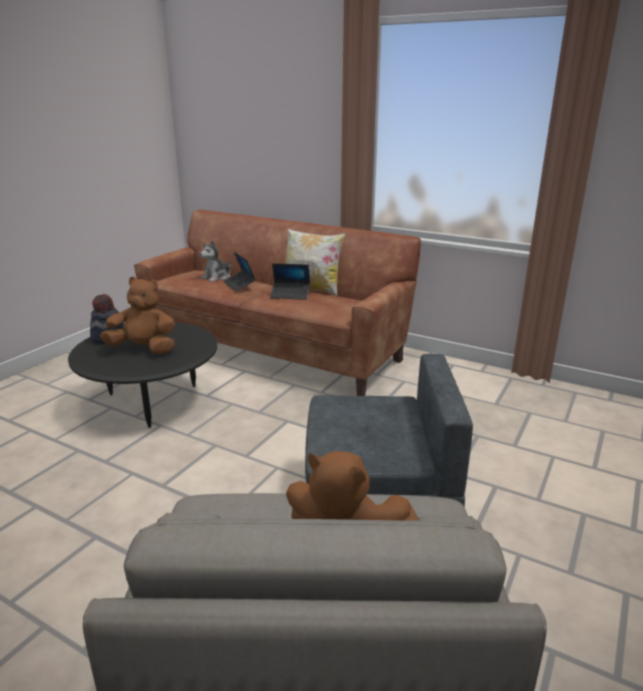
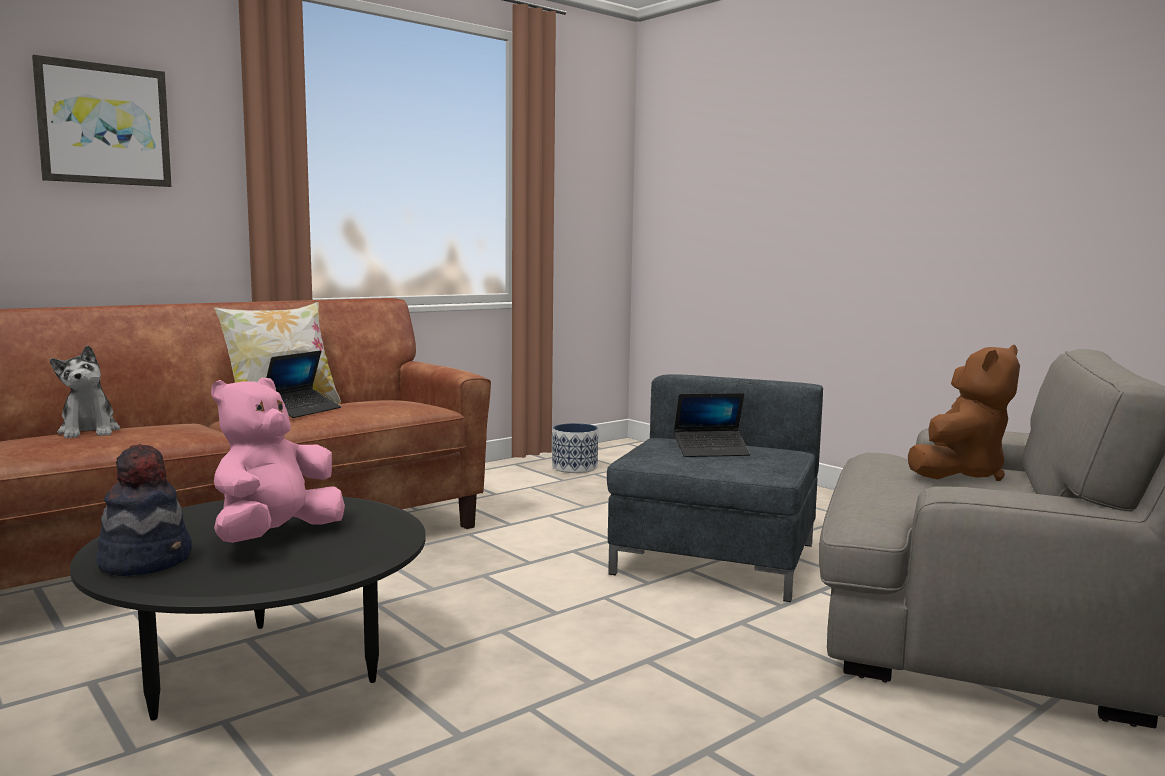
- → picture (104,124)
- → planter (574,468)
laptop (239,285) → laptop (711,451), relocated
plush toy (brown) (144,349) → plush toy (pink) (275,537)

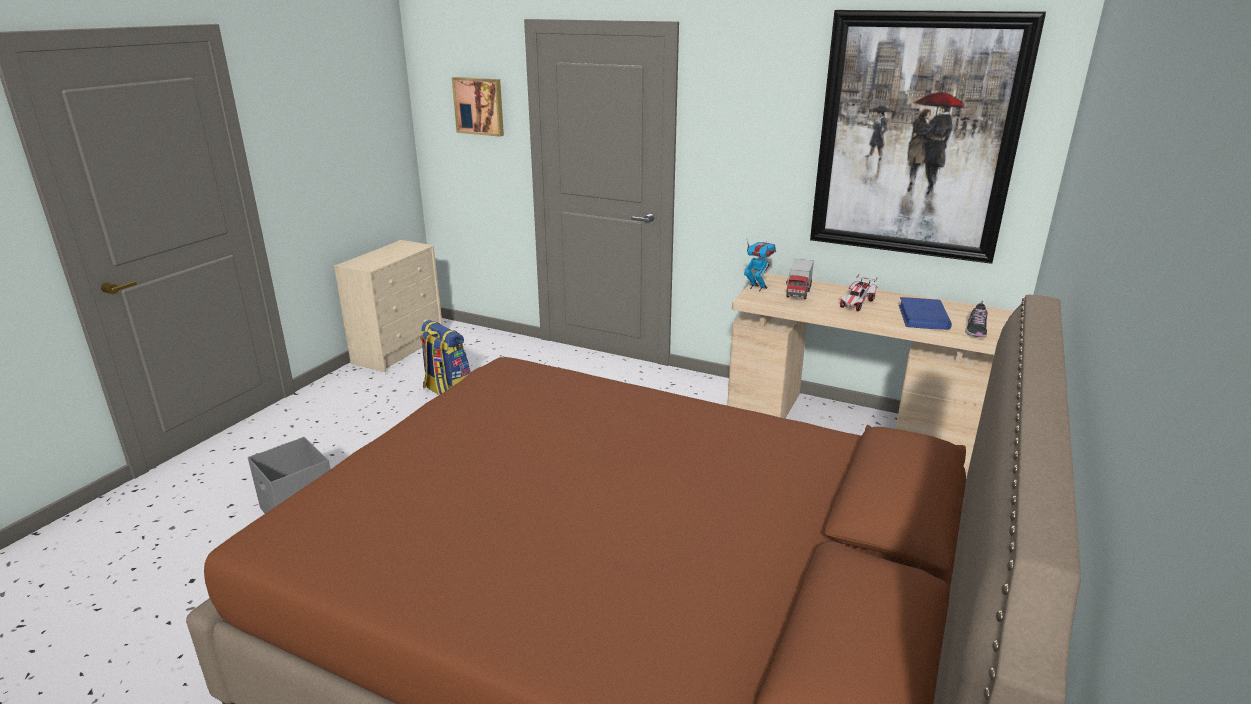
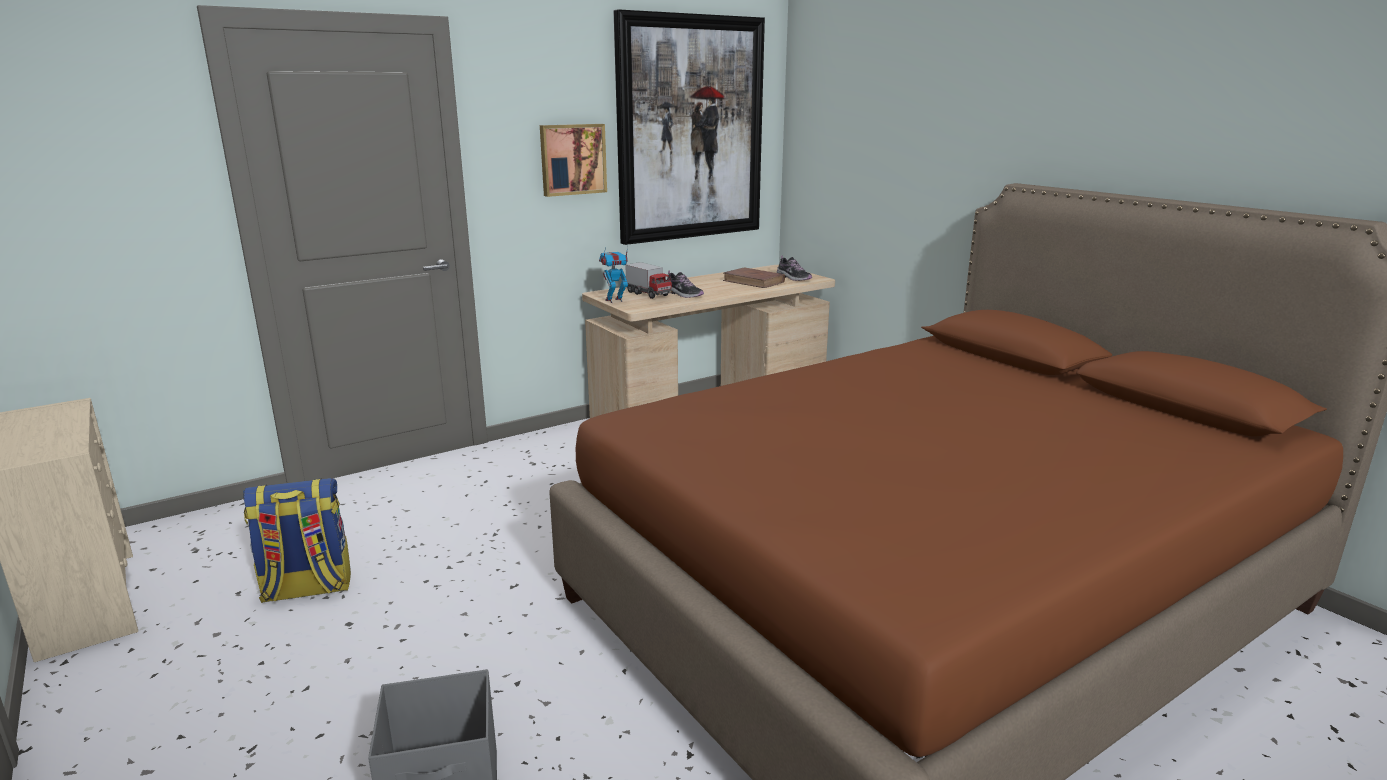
toy car (856,304) → -
- → shoe (683,294)
picture (479,106) → picture (572,159), relocated
book (blue) (923,317) → book (brown) (754,281)

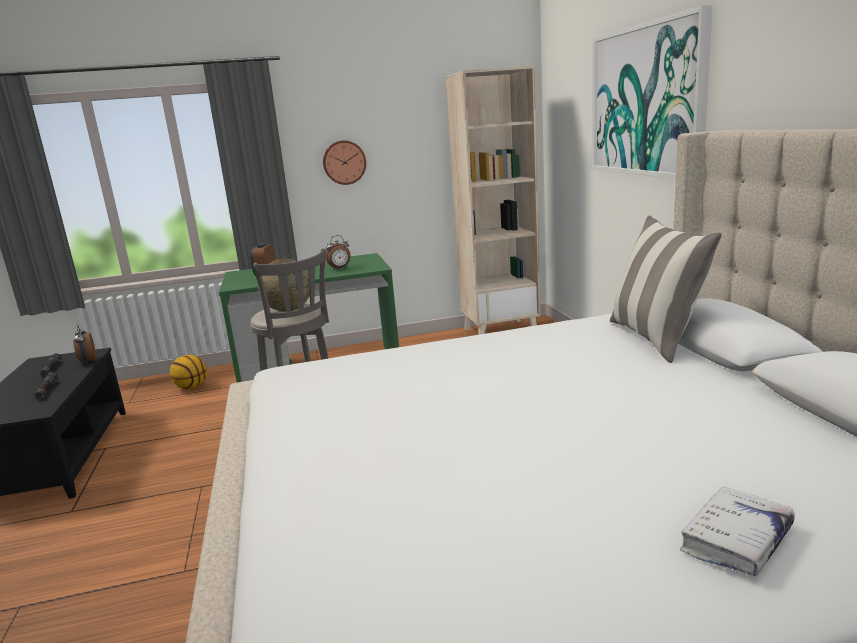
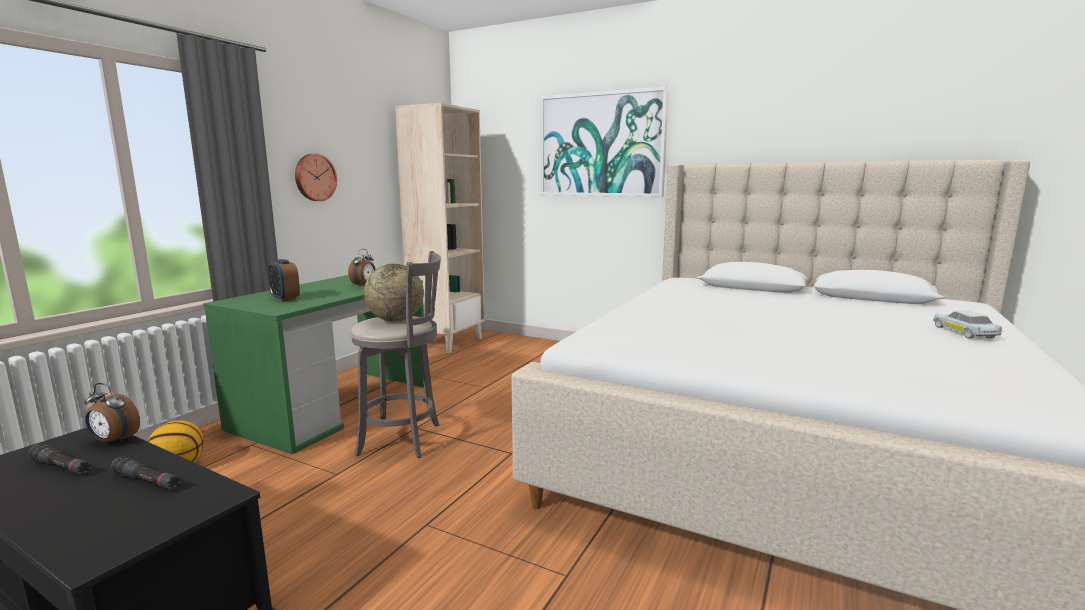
pillow (656,339) → -
book (white) (736,540) → toy car (white) (964,332)

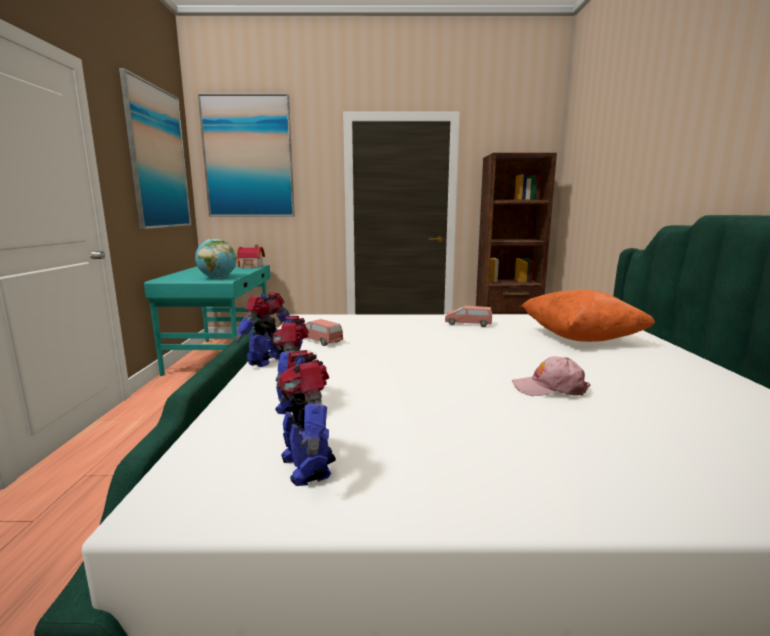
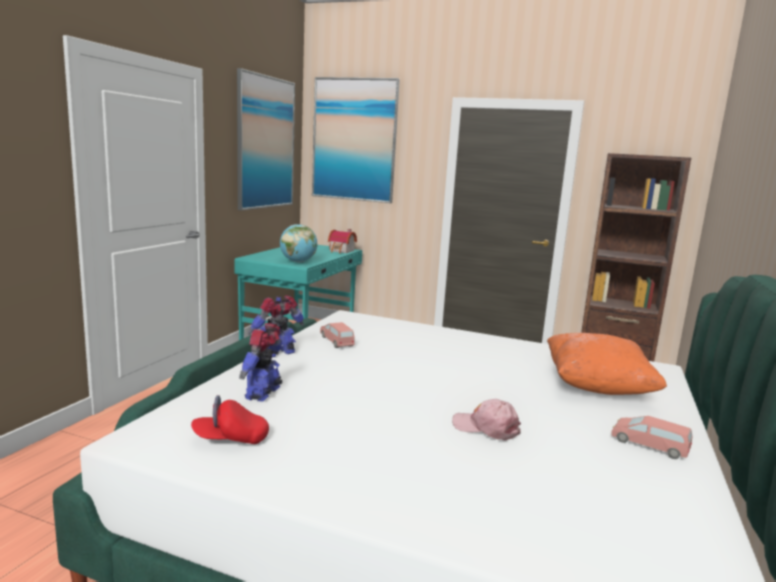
toy car (pink) (468,324) → toy car (pink) (649,445), relocated
toy robot (307,466) → cap (red) (231,439)

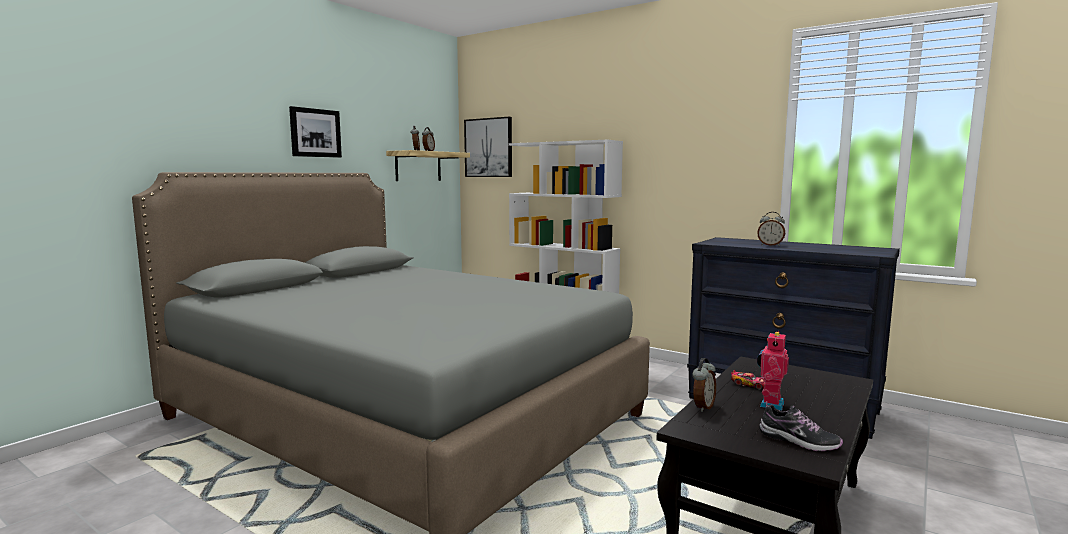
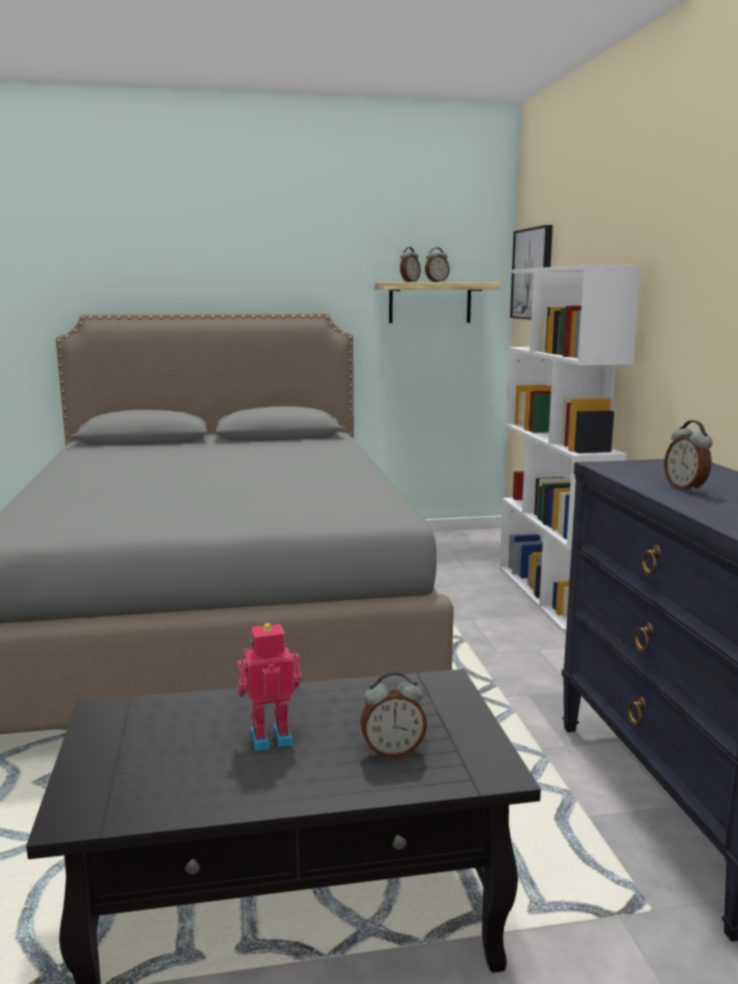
picture (315,133) → -
toy car (749,385) → -
shoe (798,441) → -
alarm clock (702,407) → alarm clock (392,751), relocated

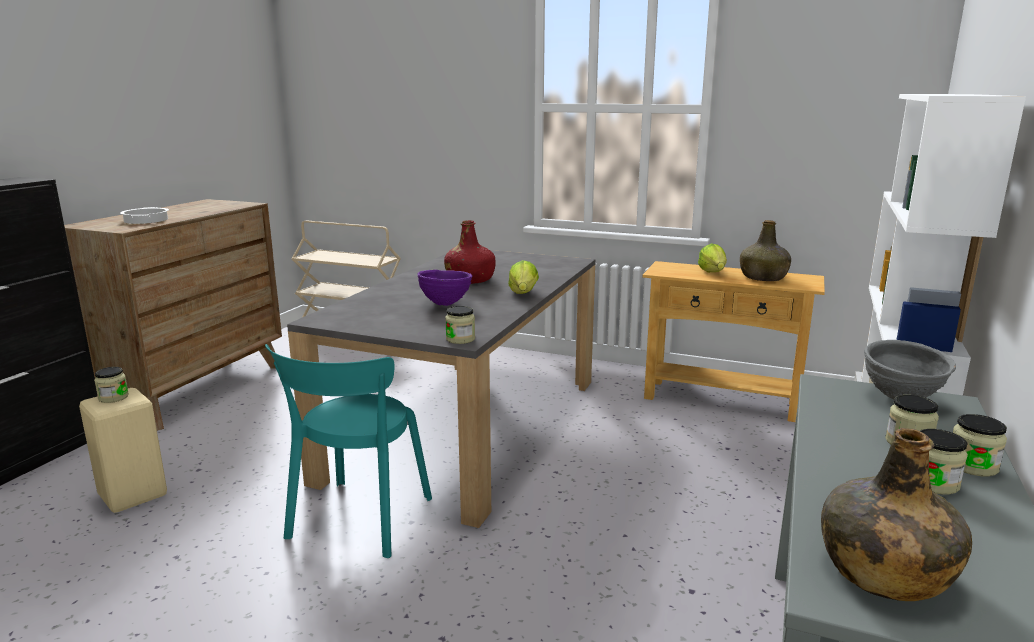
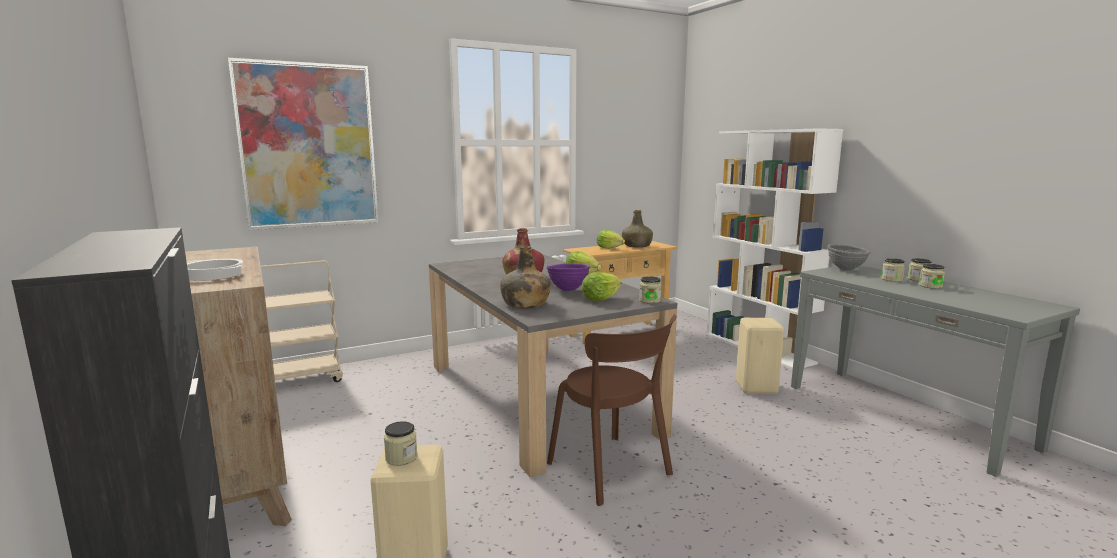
- → picture (308,146)
- → lettuce (600,299)
- → stool (beige) (757,387)
bottle (green) (883,571) → bottle (green) (525,304), relocated
chair (turquoise) (358,521) → chair (brown) (612,471)

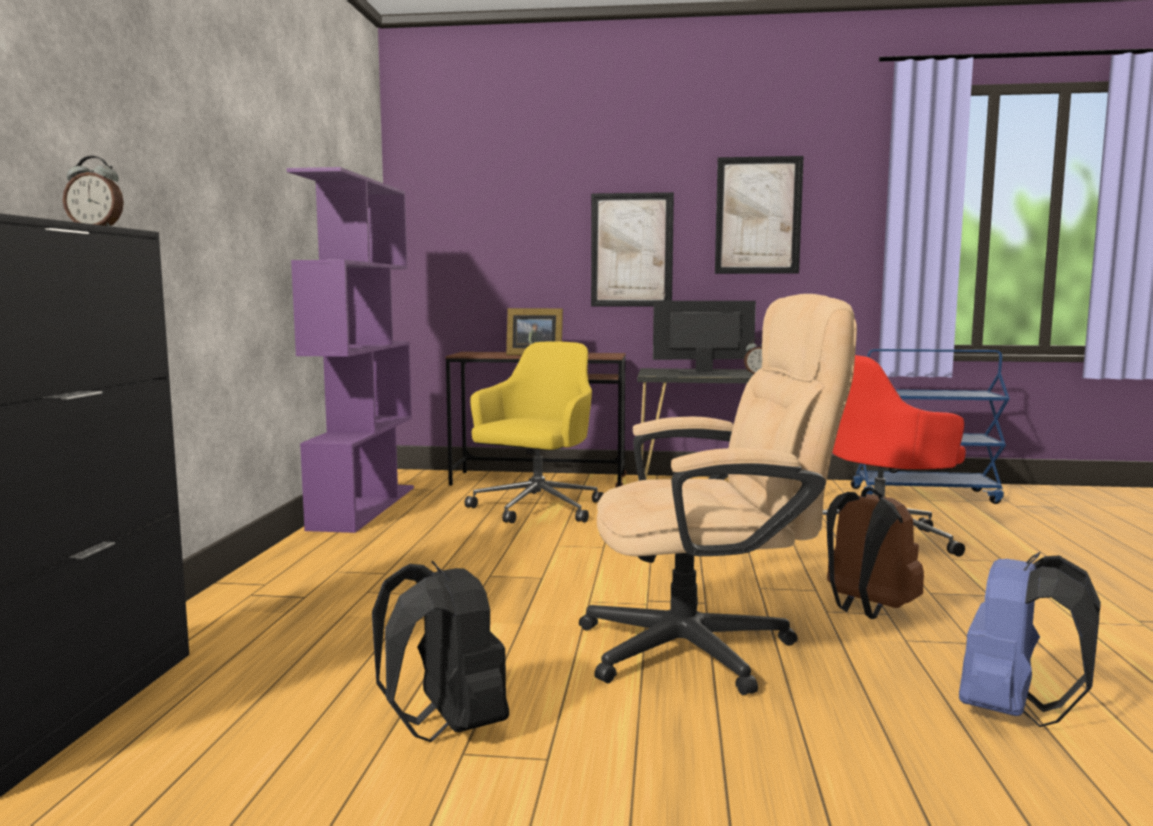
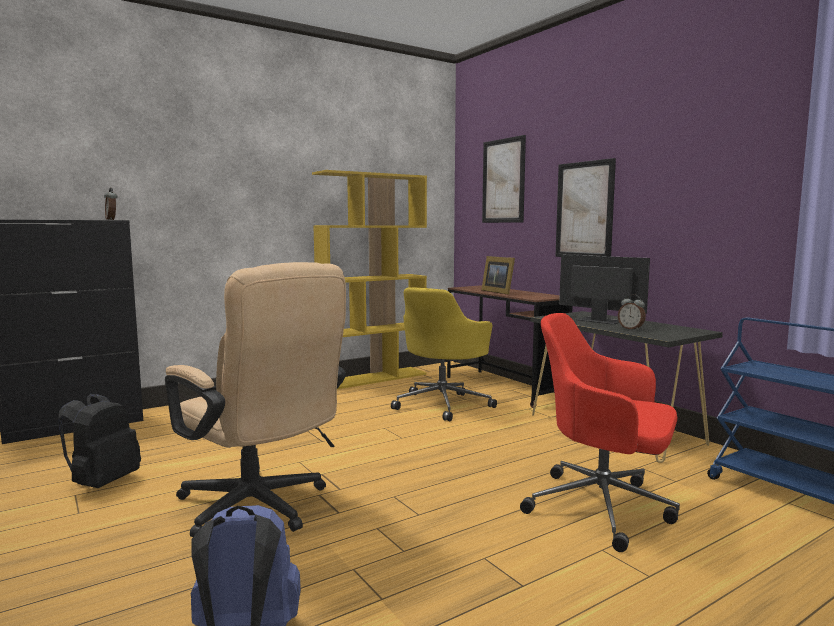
backpack (brown) (866,610) → -
picture (758,215) → picture (503,181), relocated
bookcase (purple) (363,507) → bookcase (yellow) (373,378)
office chair (yellow) (536,509) → office chair (yellow) (443,404), 135 degrees clockwise

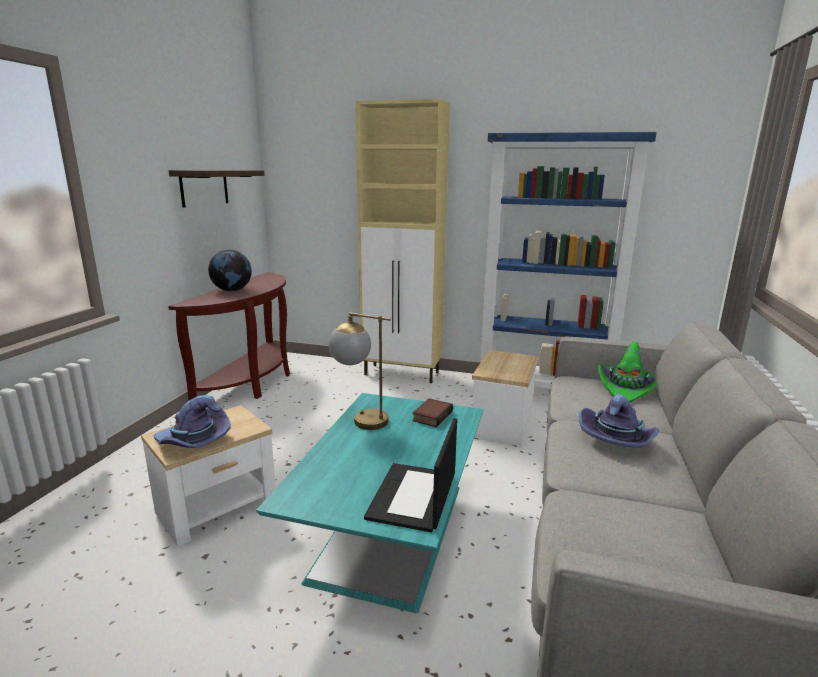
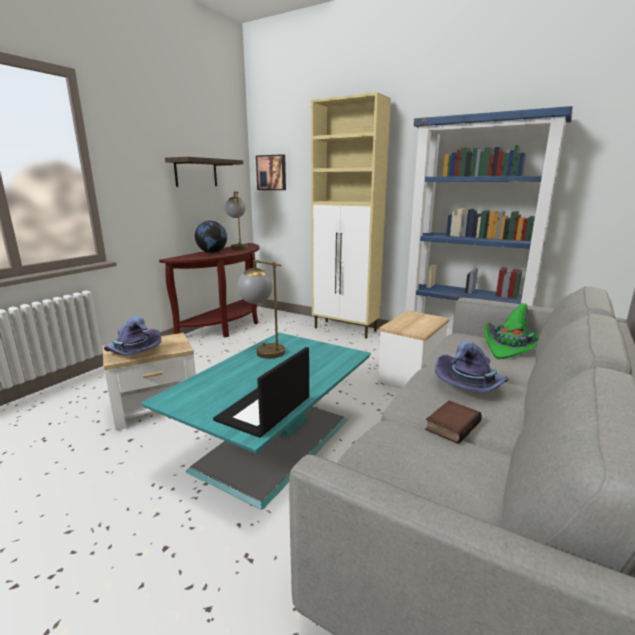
- → table lamp (238,247)
- → picture (272,172)
book (431,416) → book (451,425), relocated

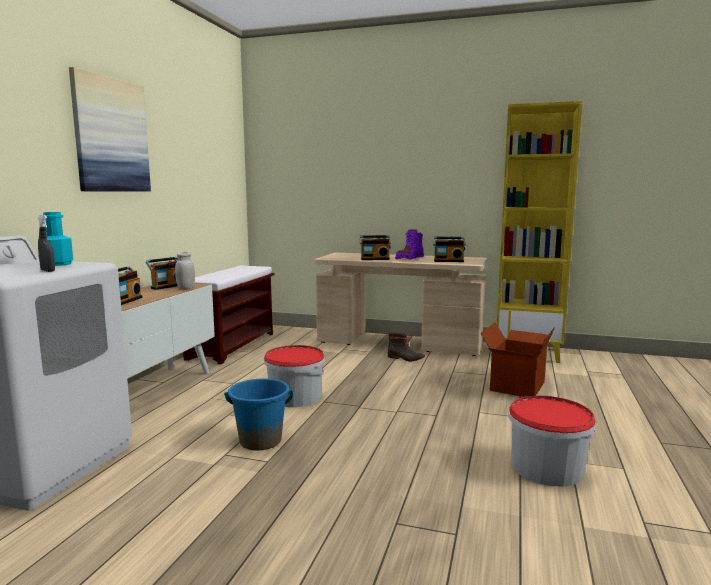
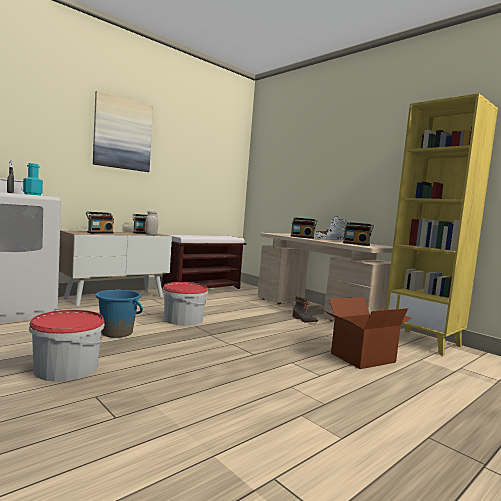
bucket (547,468) → bucket (66,368), relocated
boot (purple) (409,259) → boot (white) (330,240)

